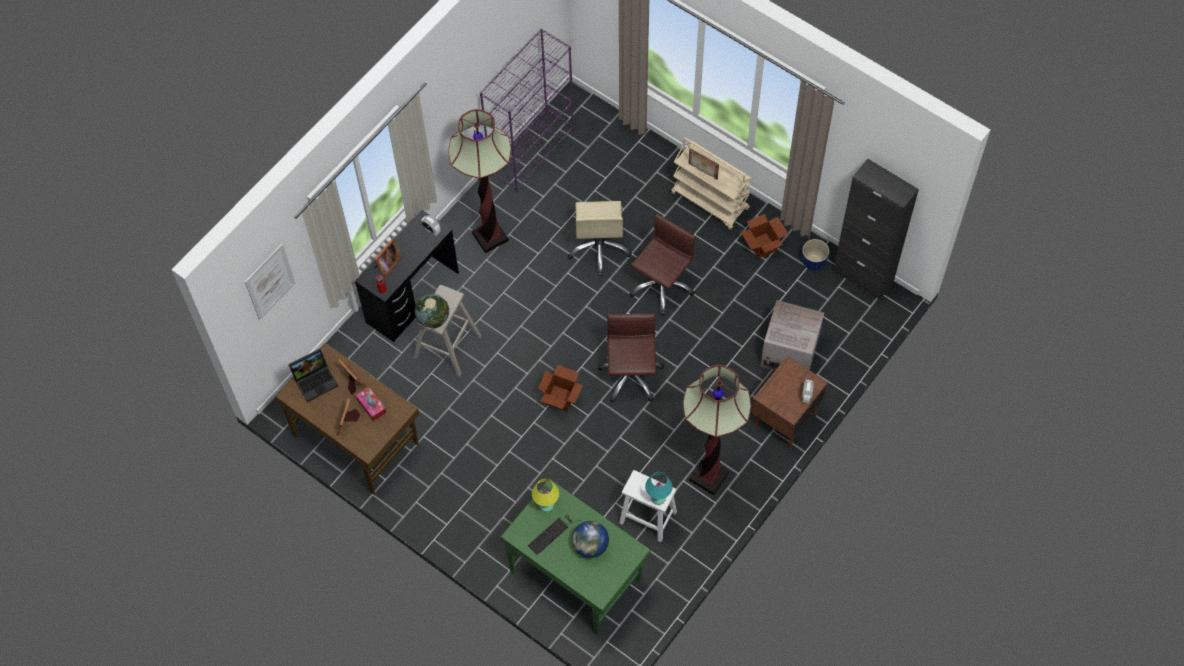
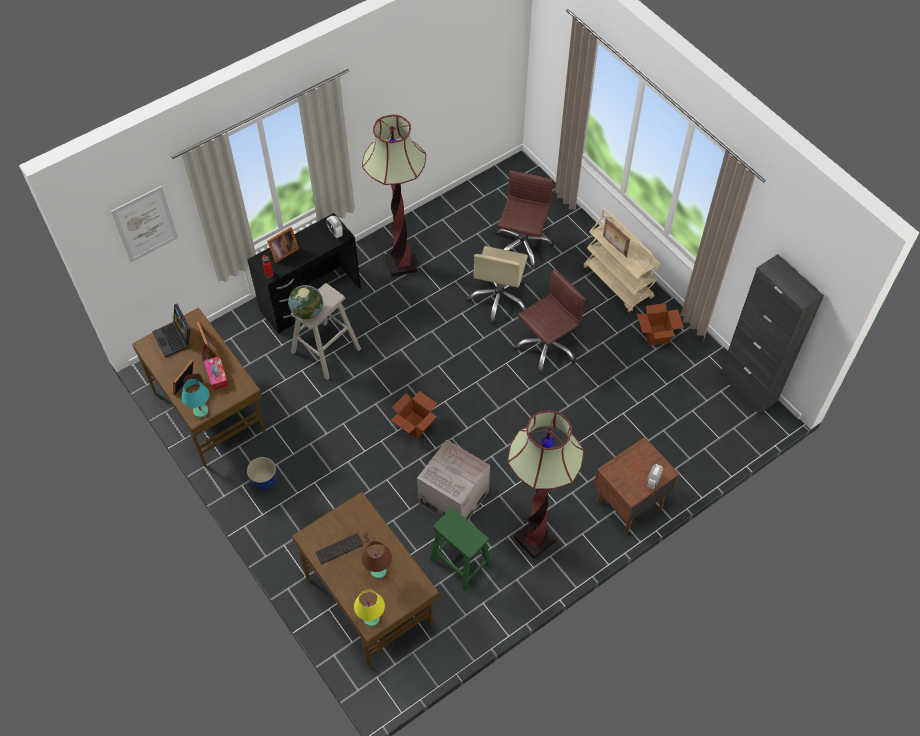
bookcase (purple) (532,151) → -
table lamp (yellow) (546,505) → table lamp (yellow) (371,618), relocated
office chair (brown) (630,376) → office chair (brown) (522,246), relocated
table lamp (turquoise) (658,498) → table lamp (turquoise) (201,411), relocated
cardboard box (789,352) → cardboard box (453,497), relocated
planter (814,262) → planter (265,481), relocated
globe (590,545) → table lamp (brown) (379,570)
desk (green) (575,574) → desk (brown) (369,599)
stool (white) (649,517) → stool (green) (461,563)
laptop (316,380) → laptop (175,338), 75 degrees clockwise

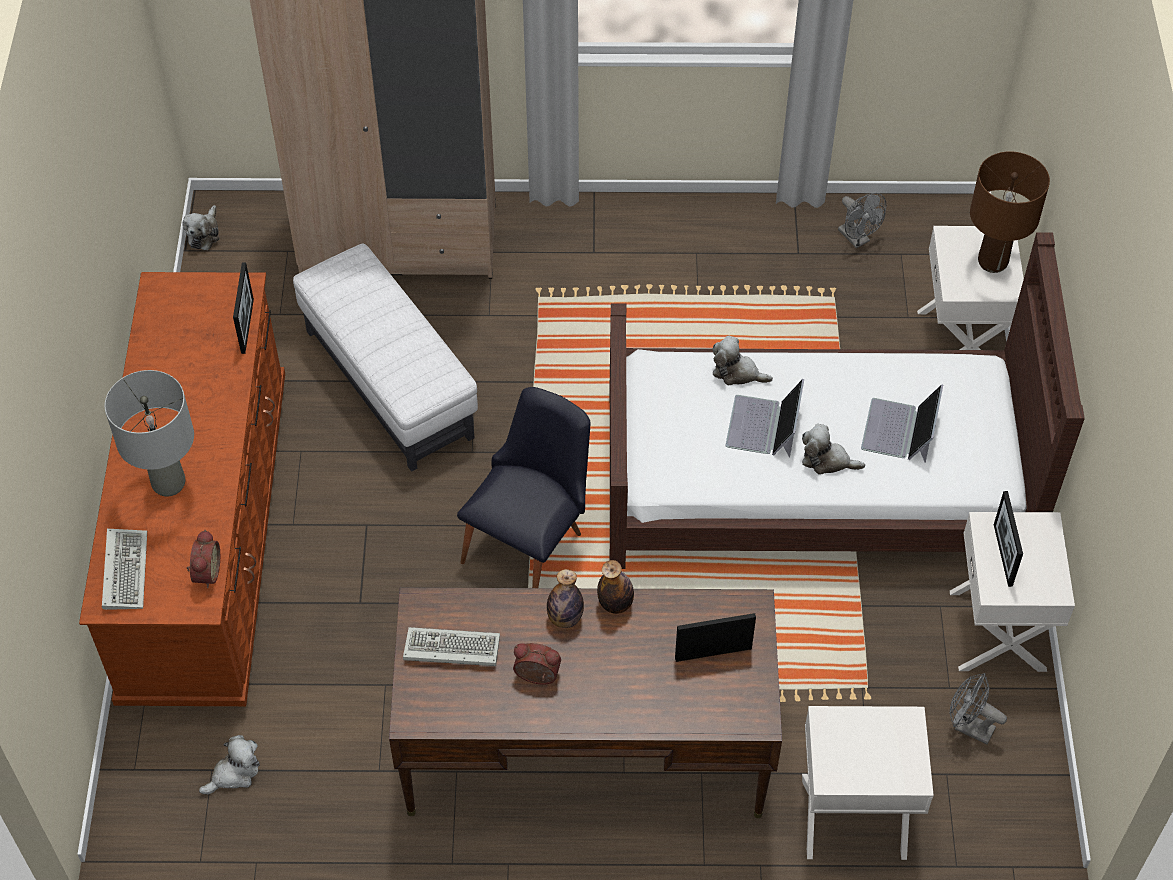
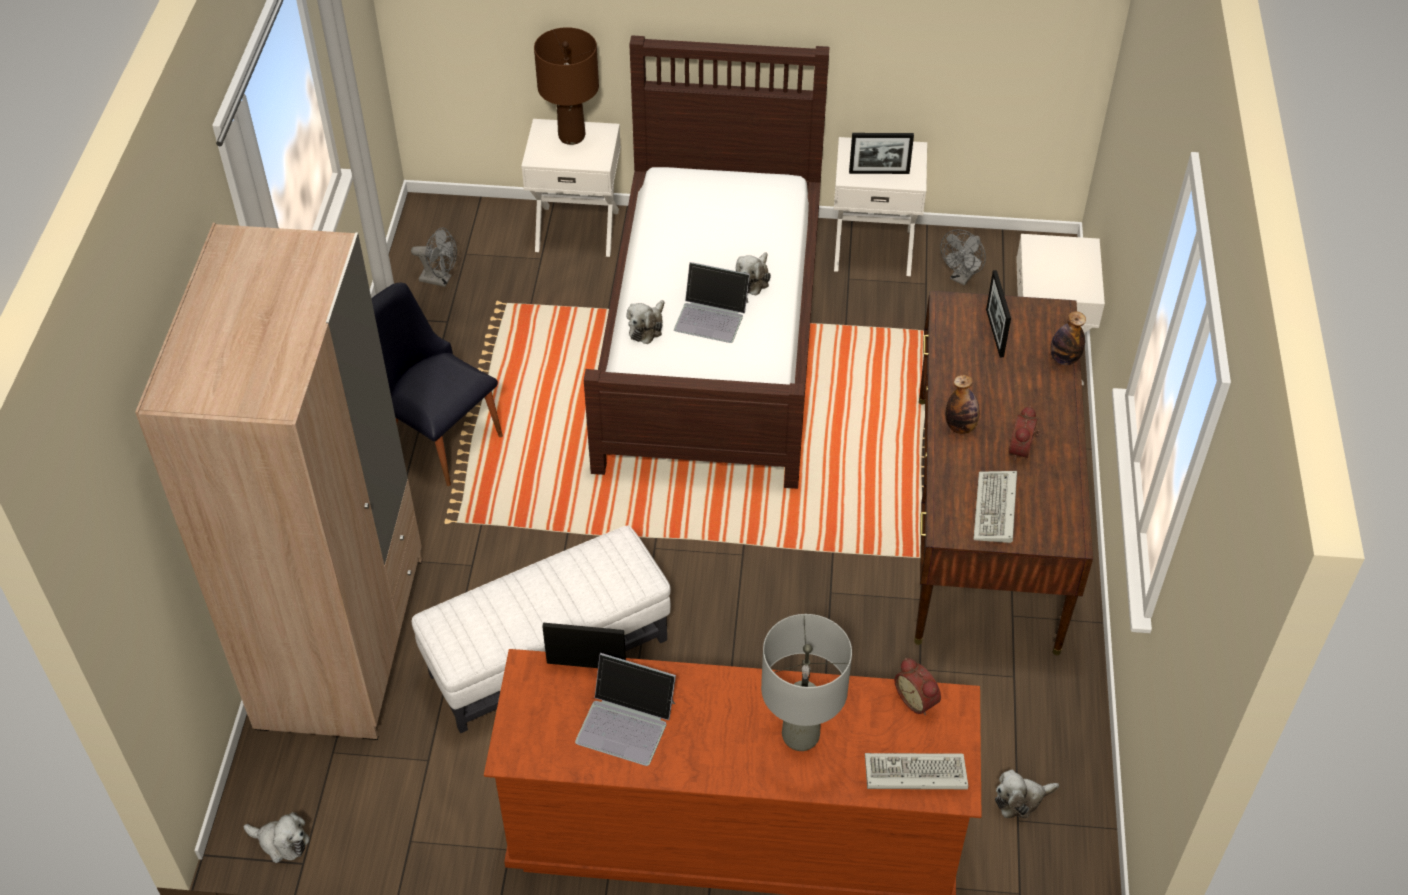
chair (black) (531,540) → chair (black) (436,435), relocated
bottle (615,604) → bottle (1064,359), relocated
laptop (900,431) → laptop (626,722), relocated
alarm clock (205,572) → alarm clock (917,699), 135 degrees counterclockwise
plush toy (234,773) → plush toy (1021,799), 75 degrees counterclockwise
fan (grey) (857,239) → fan (grey) (440,279), 45 degrees clockwise

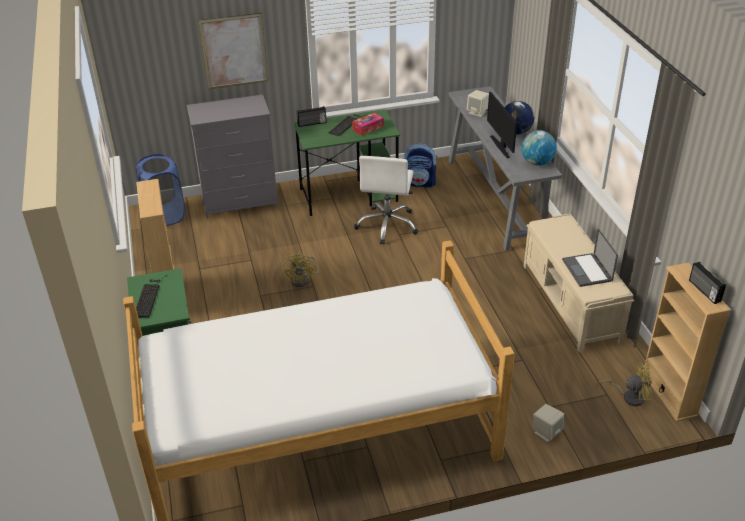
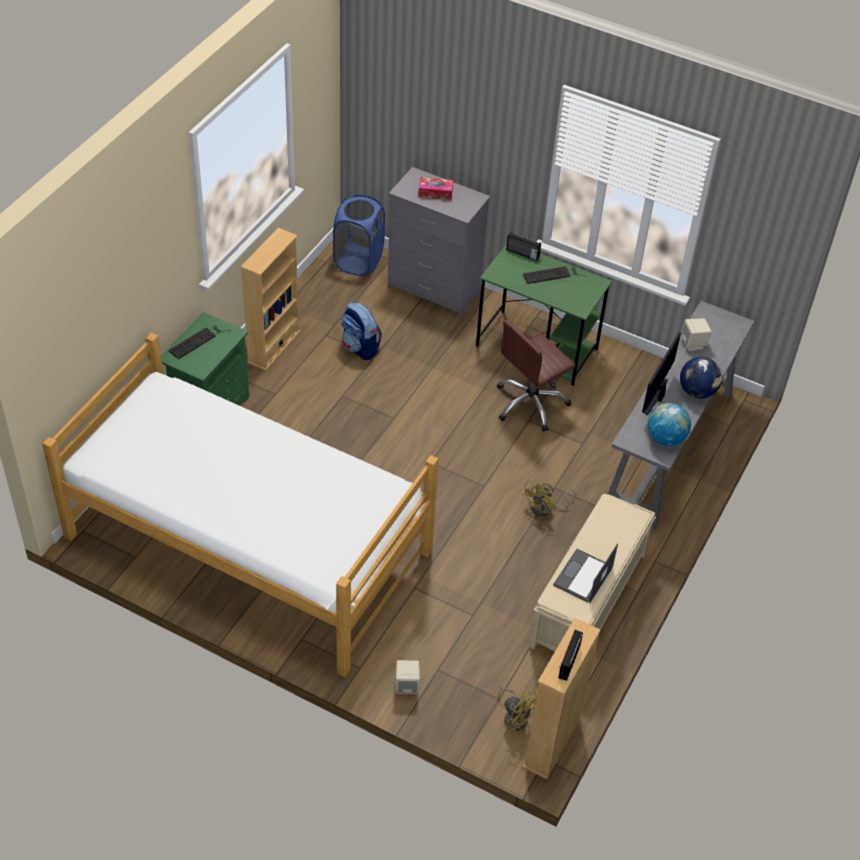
picture (234,51) → -
fan (yellow) (303,280) → fan (yellow) (546,508), relocated
tissue box (368,128) → tissue box (435,192), relocated
backpack (419,183) → backpack (360,348), relocated
office chair (white) (387,225) → office chair (brown) (531,404)

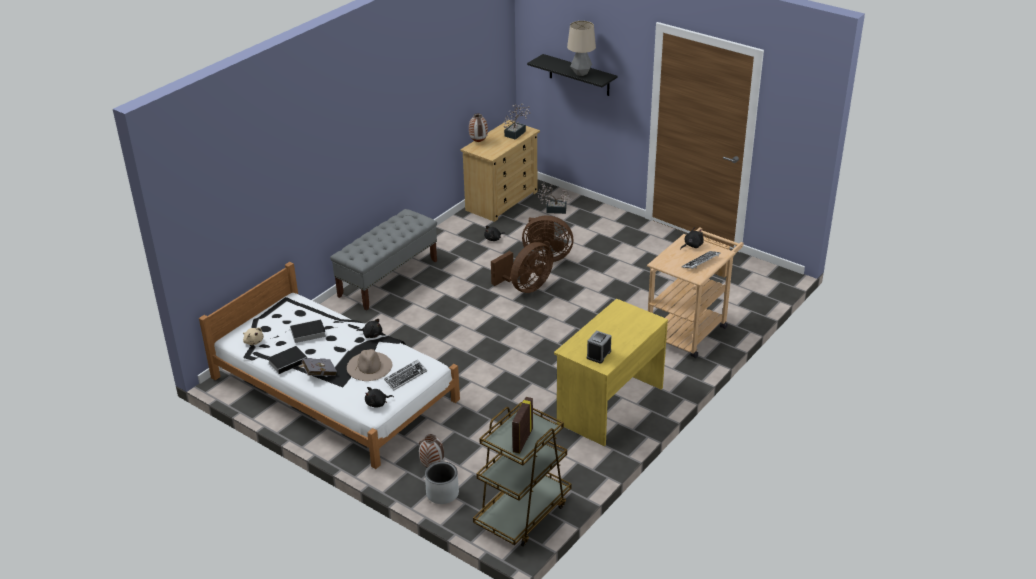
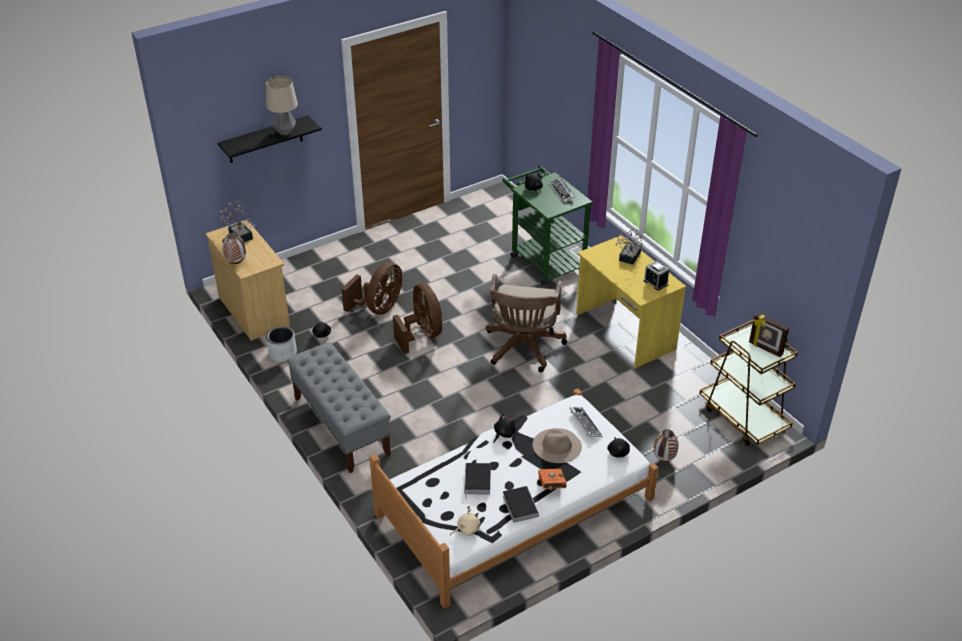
- → office chair (brown) (523,349)
planter (grey) (442,494) → planter (grey) (283,353), relocated
potted plant (553,209) → potted plant (628,258), relocated
book (grey) (318,374) → book (orange) (551,486)
cart (beige) (690,329) → cart (green) (543,259)

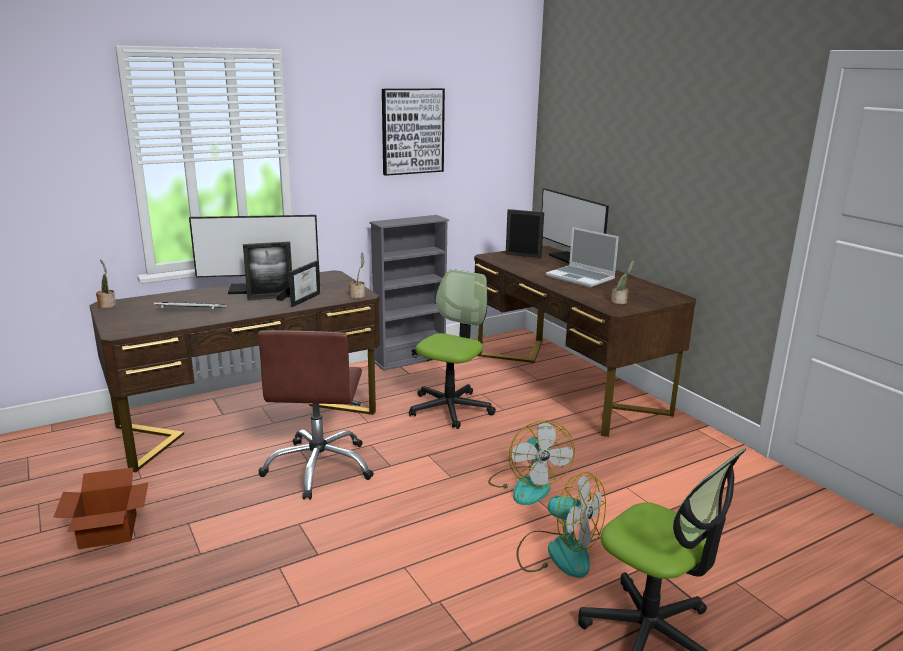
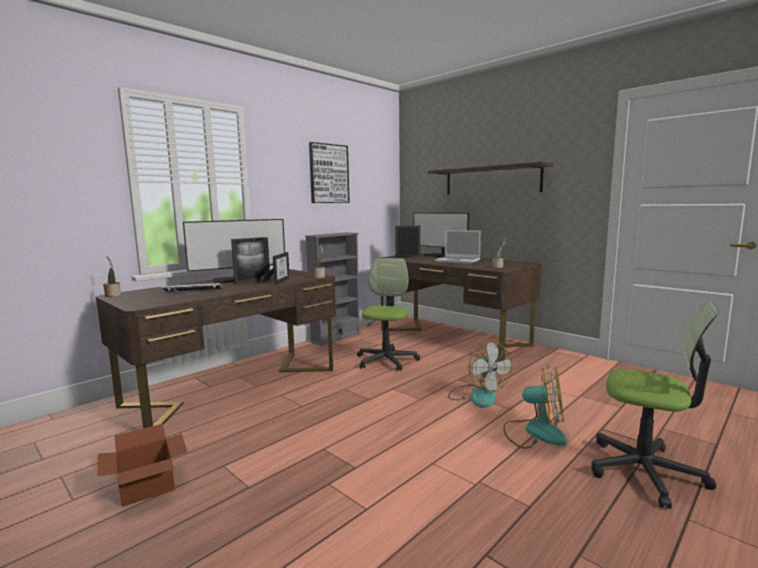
office chair (brown) (319,467) → -
- → shelf (491,180)

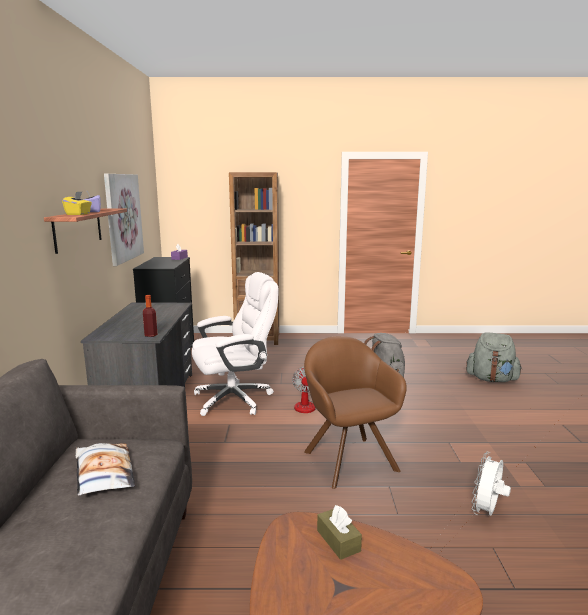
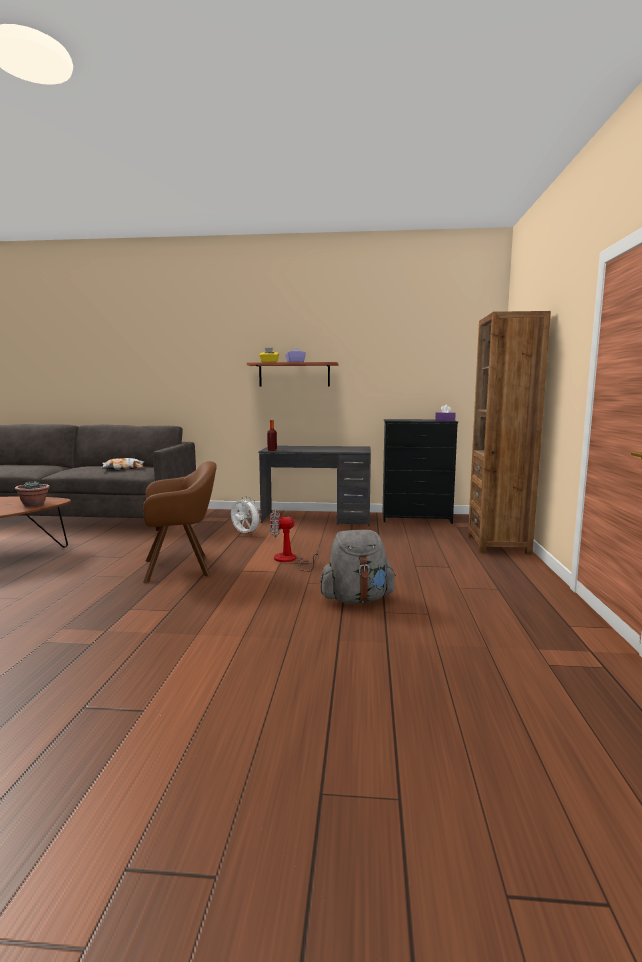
picture (123,217) → -
office chair (white) (235,399) → -
backpack (grey) (491,379) → -
fan (white) (487,512) → fan (white) (244,534), relocated
tissue box (brown) (338,540) → potted plant (34,505)

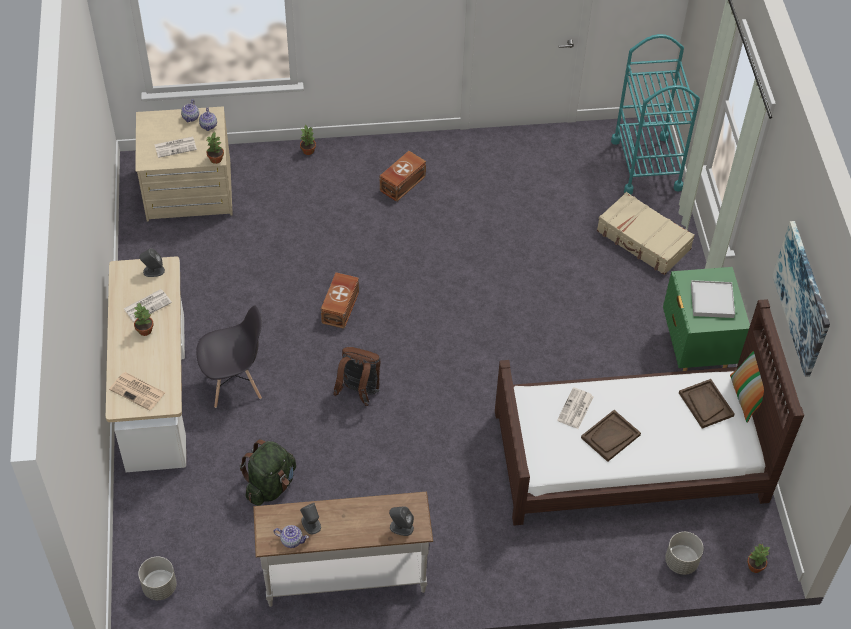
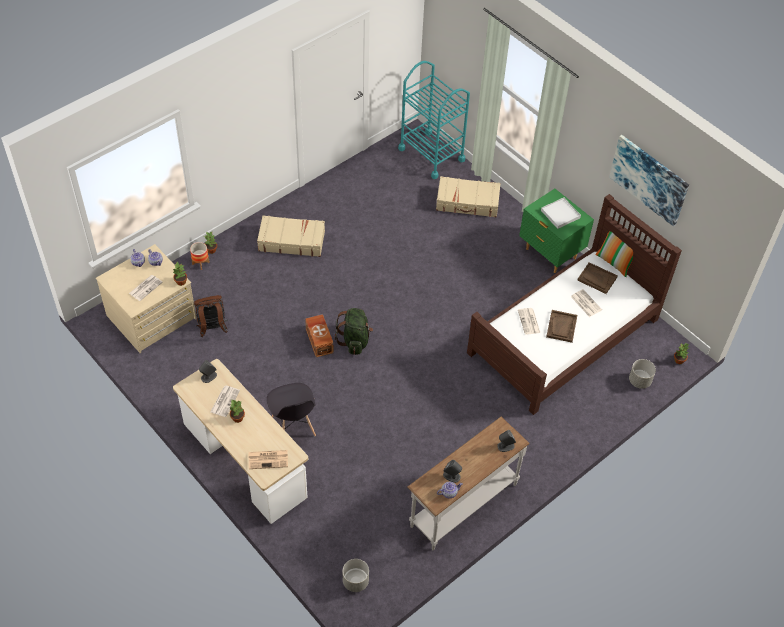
- → planter (200,263)
- → newspaper (585,303)
backpack (green) (270,485) → backpack (green) (355,340), relocated
backpack (brown) (359,392) → backpack (brown) (212,329), relocated
storage box (brown) (401,183) → suitcase (beige) (291,241)
chair (grey) (234,384) → chair (grey) (293,427), 120 degrees clockwise

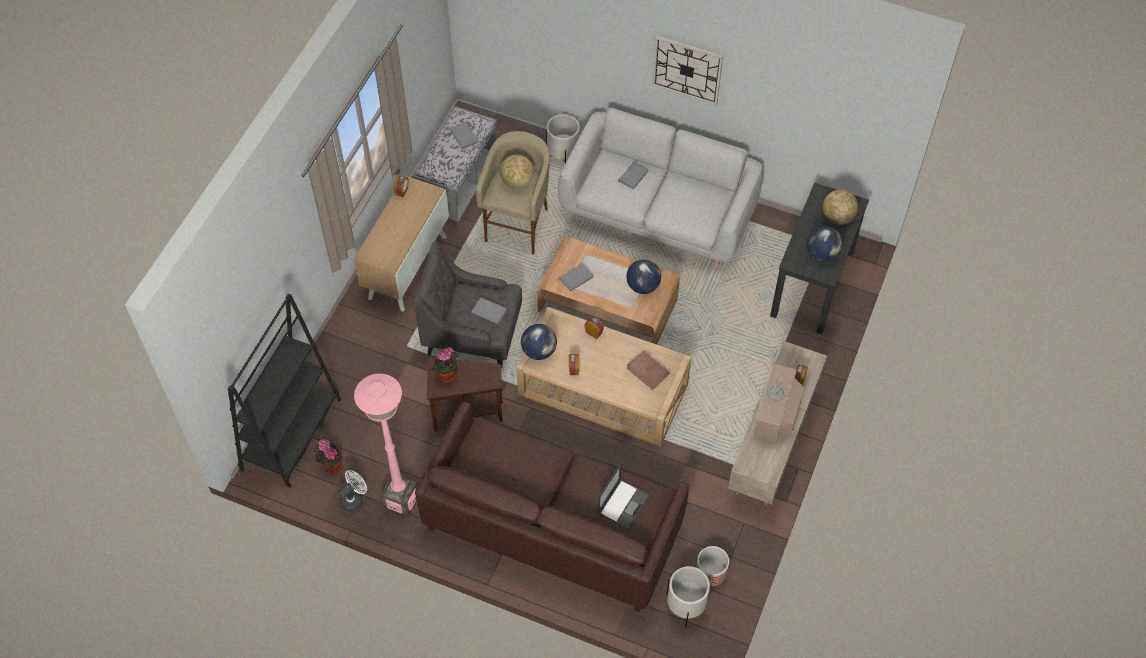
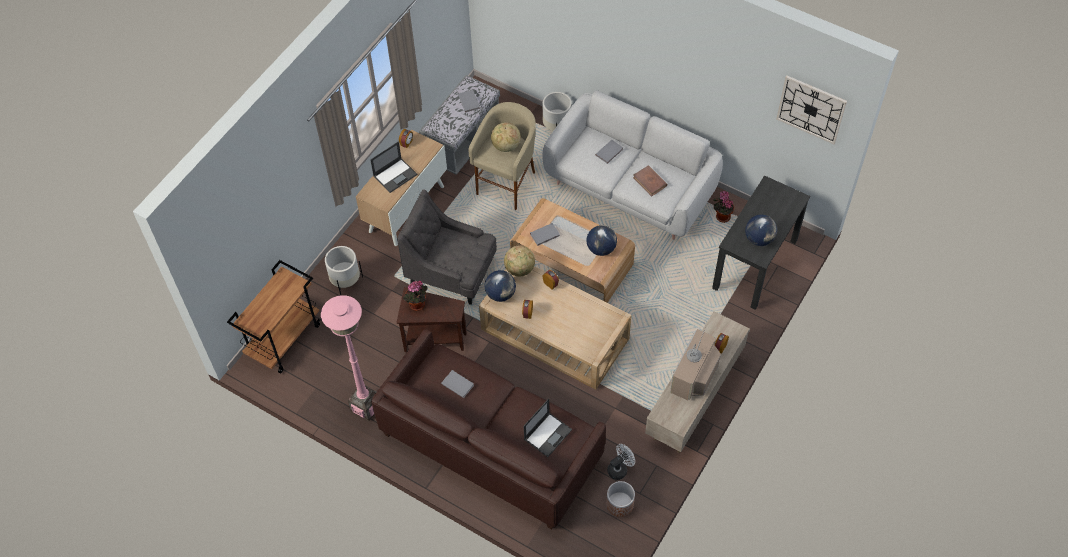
- → laptop (395,175)
potted plant (331,466) → potted plant (721,216), relocated
fan (white) (354,499) → fan (white) (620,468), relocated
book (grey) (489,311) → book (grey) (458,384), relocated
book (brown) (648,371) → book (brown) (650,182), relocated
wall clock (687,69) → wall clock (811,109), relocated
planter (white) (686,606) → planter (white) (345,281), relocated
globe (838,217) → globe (520,269), relocated
bookcase (black) (291,434) → cart (brown) (284,339)

